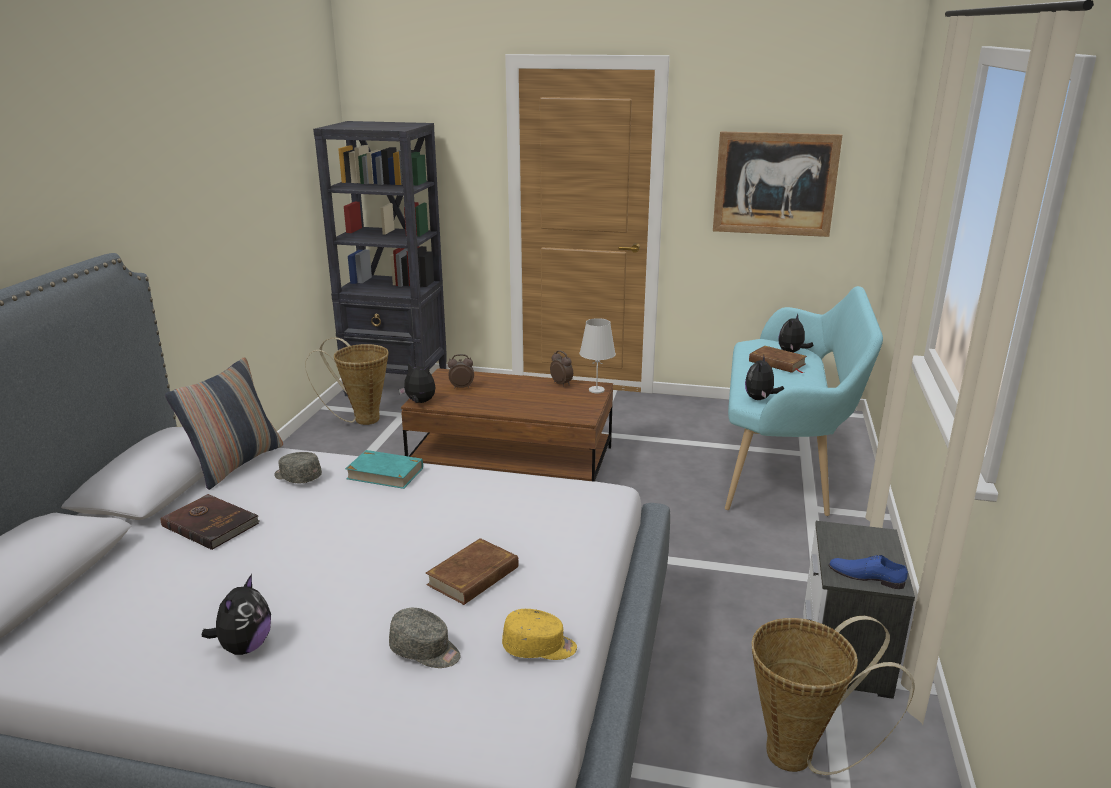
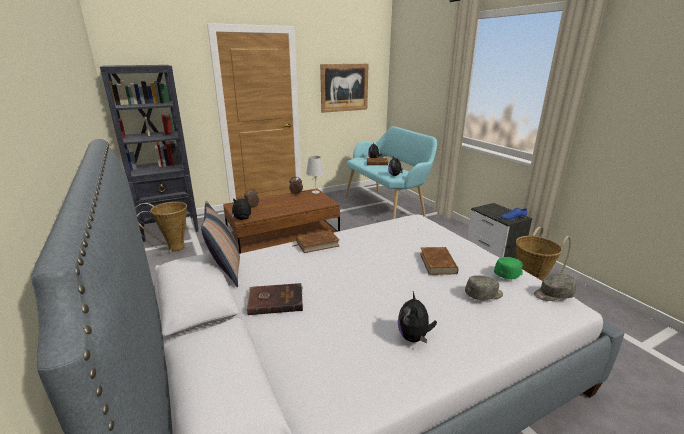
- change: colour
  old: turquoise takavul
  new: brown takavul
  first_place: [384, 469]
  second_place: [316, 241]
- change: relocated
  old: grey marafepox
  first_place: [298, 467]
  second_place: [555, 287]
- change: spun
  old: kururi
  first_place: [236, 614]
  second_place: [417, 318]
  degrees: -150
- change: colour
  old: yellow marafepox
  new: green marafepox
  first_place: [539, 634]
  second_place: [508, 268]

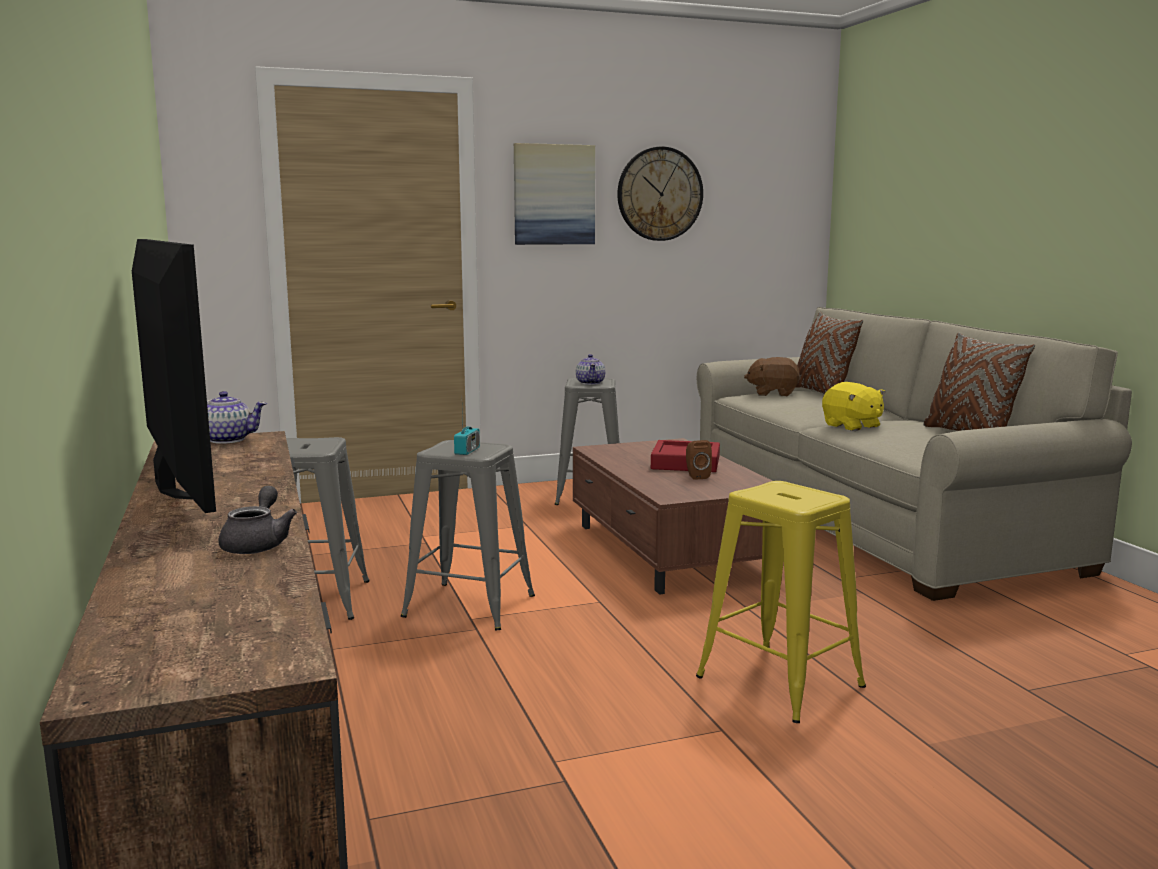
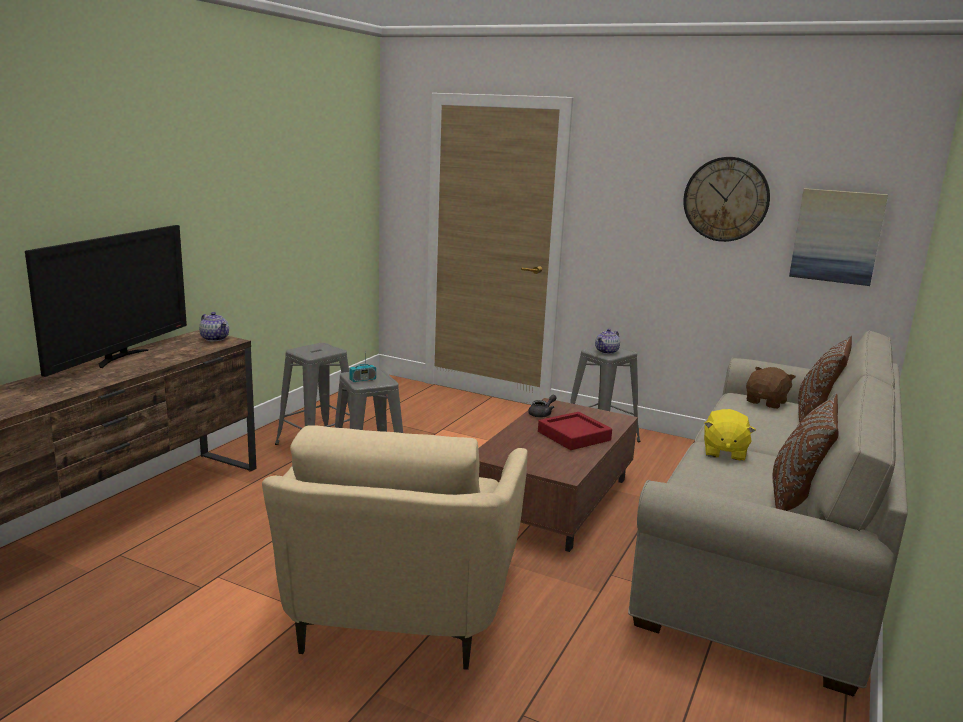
- change: relocated
  old: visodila
  first_place: [554, 194]
  second_place: [838, 237]
- change: spun
  old: brown kururi
  first_place: [772, 376]
  second_place: [771, 388]
  degrees: 75
- change: missing
  old: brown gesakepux
  first_place: [699, 460]
- change: exchanged
  old: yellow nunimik
  new: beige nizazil
  first_place: [781, 602]
  second_place: [395, 547]
- change: relocated
  old: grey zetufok
  first_place: [258, 520]
  second_place: [542, 406]

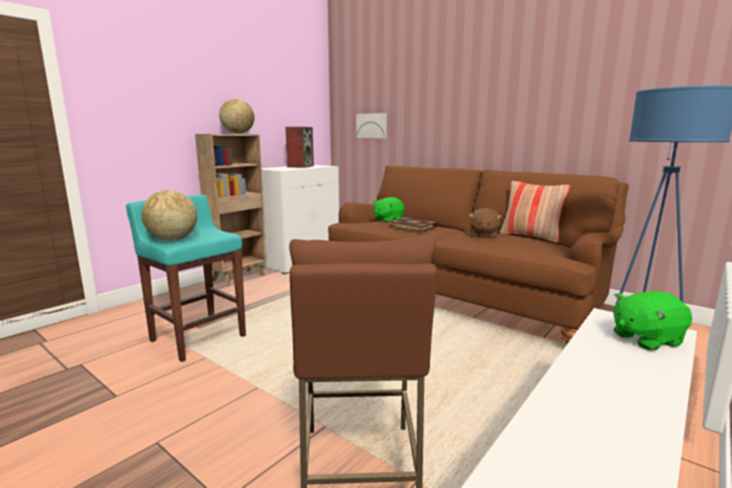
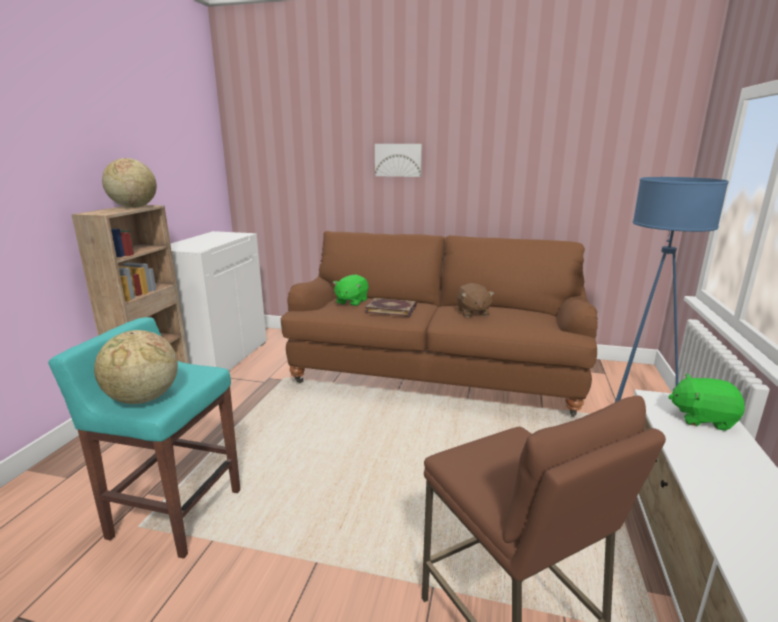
- change: relocated
  old: visodila
  first_place: [371, 125]
  second_place: [398, 160]
- change: missing
  old: gesakepux
  first_place: [300, 147]
- change: missing
  old: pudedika
  first_place: [535, 212]
- change: spun
  old: green kururi
  first_place: [652, 321]
  second_place: [706, 402]
  degrees: 60

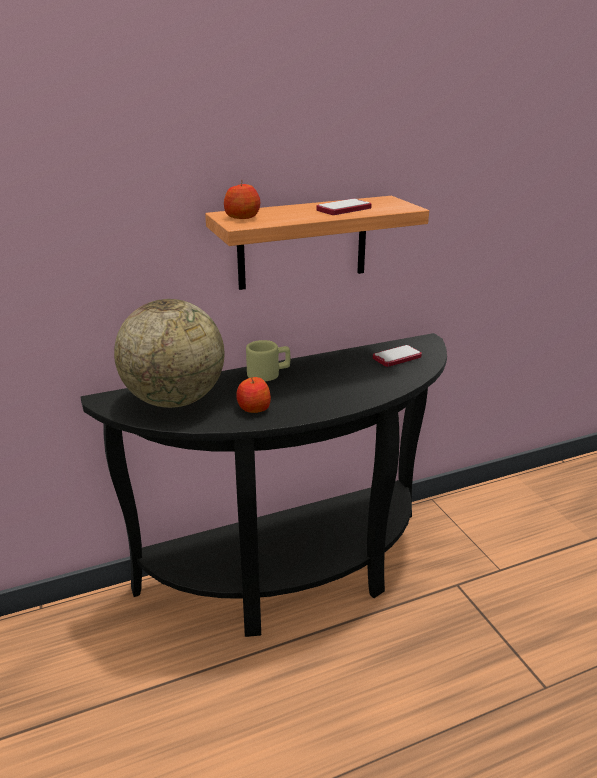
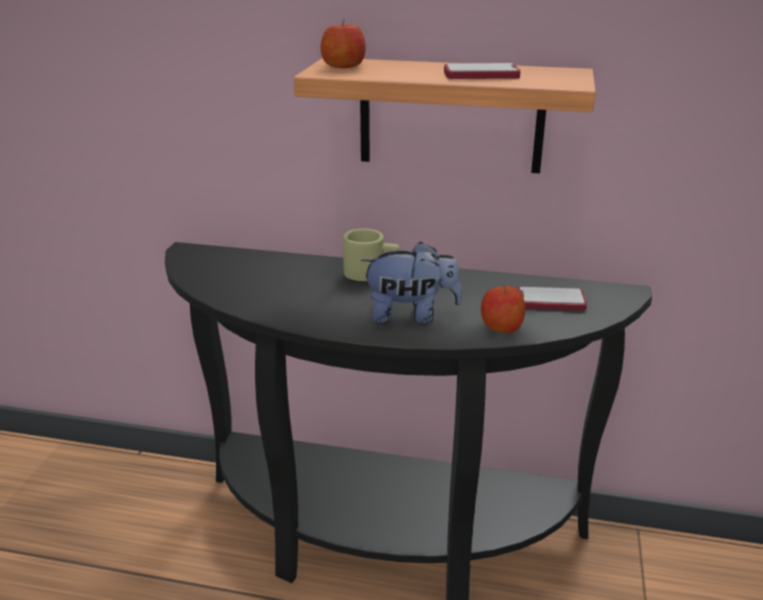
- change: missing
  old: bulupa
  first_place: [169, 353]
- change: relocated
  old: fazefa
  first_place: [253, 395]
  second_place: [503, 309]
- change: appeared
  new: kururi
  second_place: [411, 283]

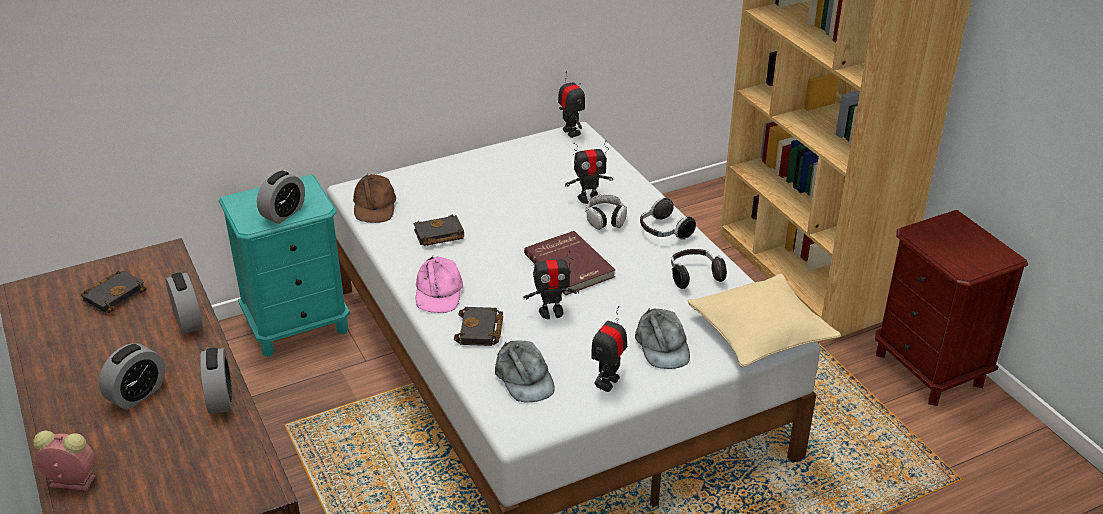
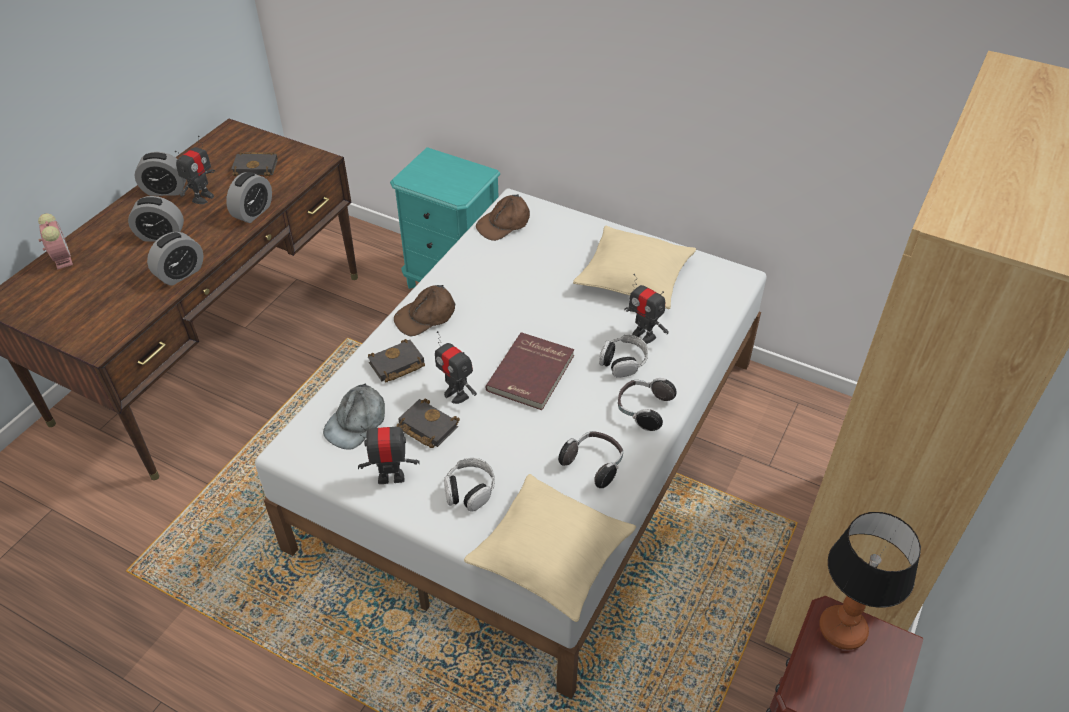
- change: relocated
  old: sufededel
  first_place: [571, 105]
  second_place: [195, 170]
- change: relocated
  old: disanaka
  first_place: [281, 197]
  second_place: [160, 174]
- change: relocated
  old: black takavul
  first_place: [438, 230]
  second_place: [428, 423]
- change: colour
  old: pink marafepox
  new: brown marafepox
  first_place: [439, 284]
  second_place: [424, 310]
- change: exchanged
  old: grey marafepox
  new: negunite
  first_place: [662, 338]
  second_place: [469, 485]
- change: appeared
  new: beige pudedika
  second_place: [634, 267]
- change: appeared
  new: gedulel
  second_place: [870, 581]

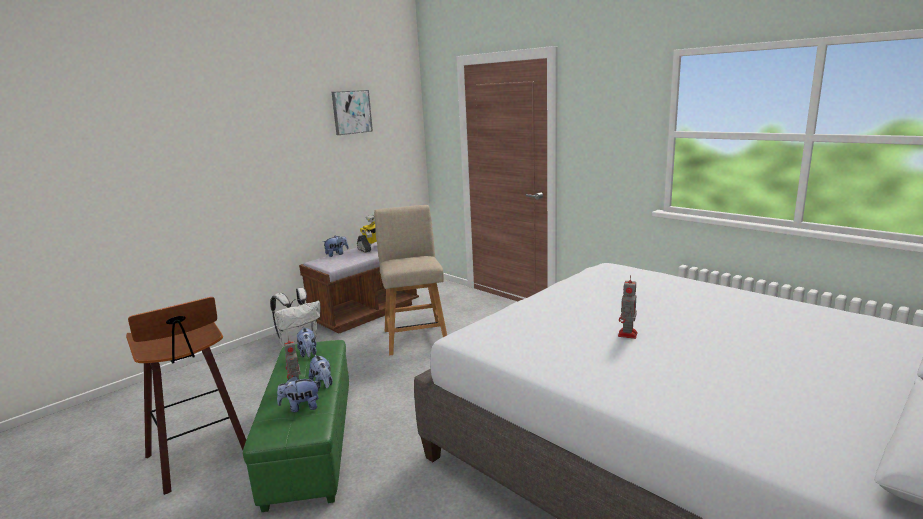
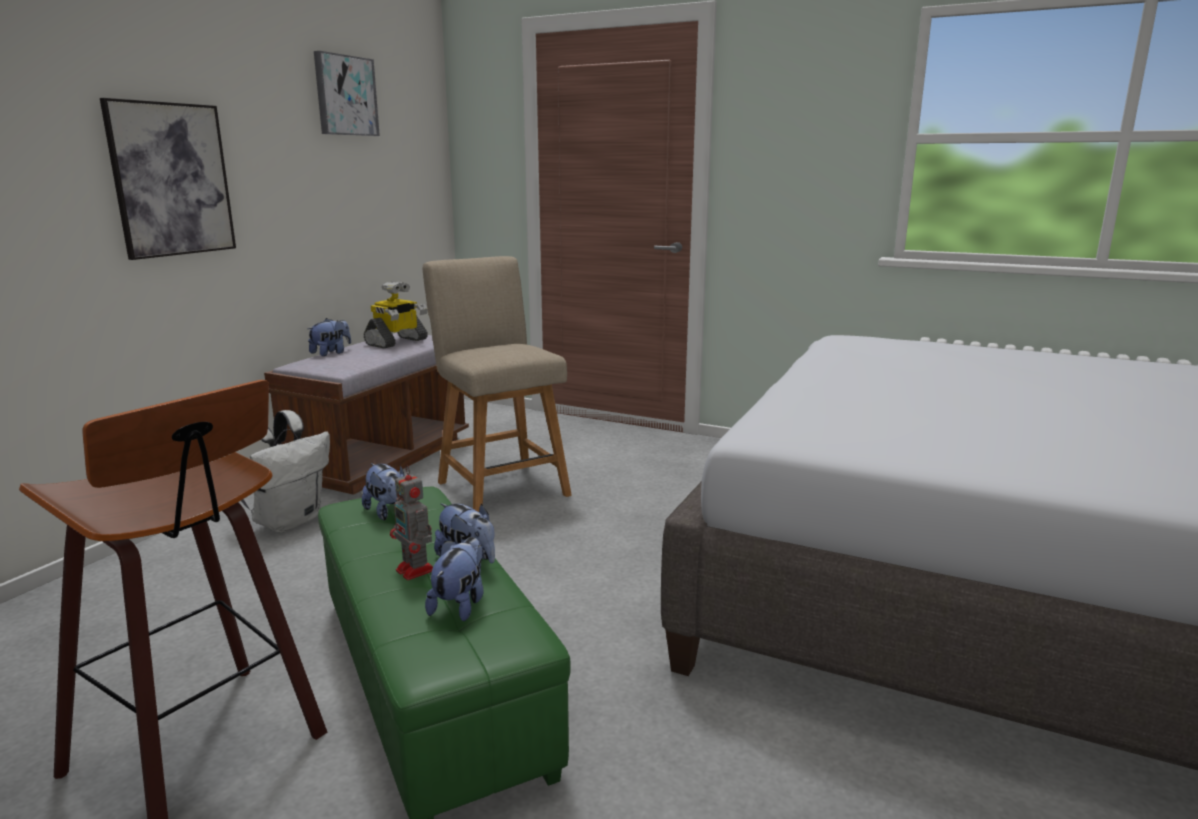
- change: missing
  old: sufededel
  first_place: [627, 307]
- change: spun
  old: kururi
  first_place: [298, 394]
  second_place: [454, 579]
  degrees: 135
- change: appeared
  new: visodila
  second_place: [168, 179]

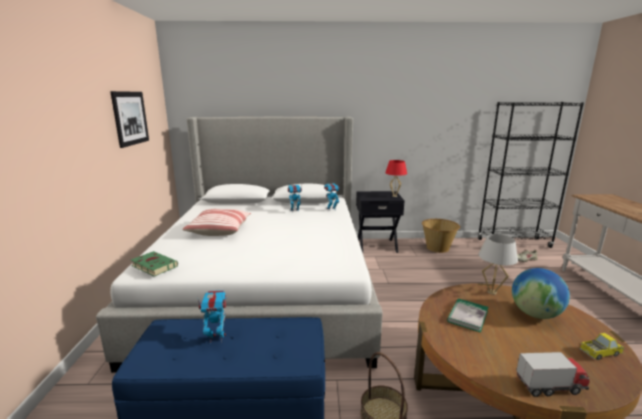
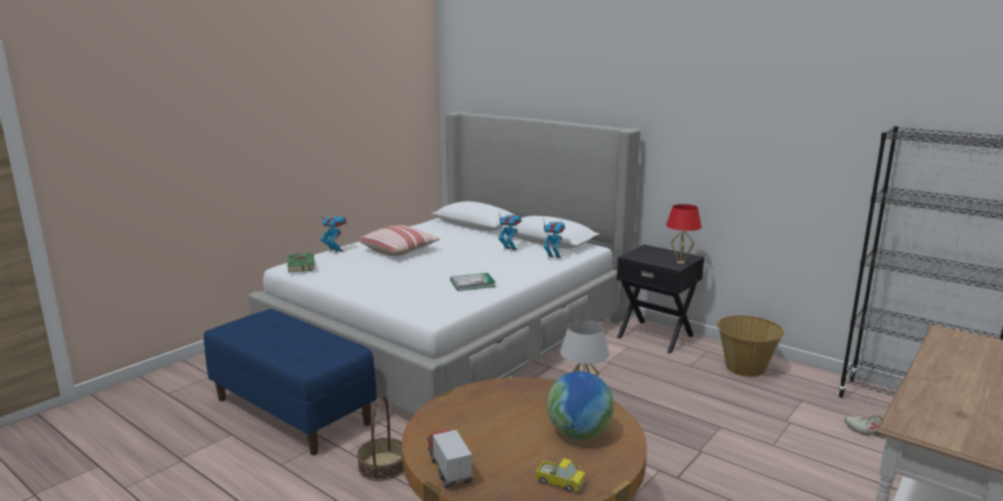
- change: missing
  old: visodila
  first_place: [129, 119]
- change: relocated
  old: sufededel
  first_place: [212, 317]
  second_place: [333, 233]
- change: relocated
  old: takavul
  first_place: [467, 315]
  second_place: [473, 282]
- change: spun
  old: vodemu
  first_place: [553, 374]
  second_place: [450, 459]
  degrees: -150

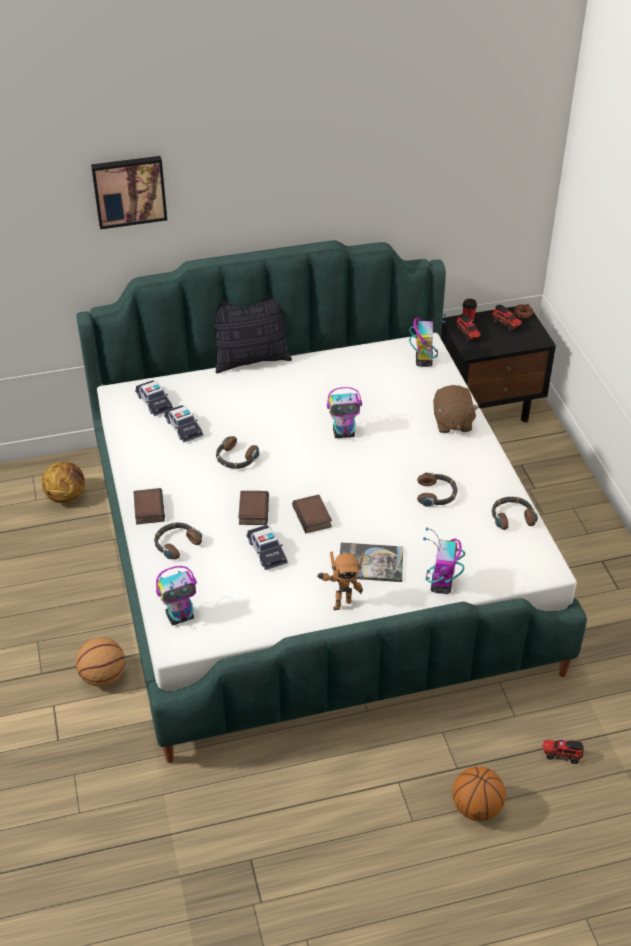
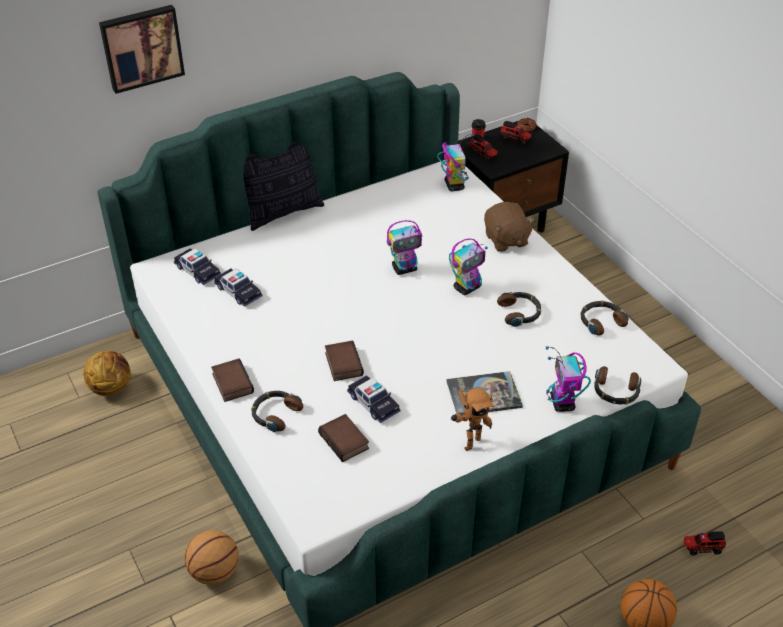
- change: relocated
  old: negunite
  first_place: [237, 452]
  second_place: [618, 385]
- change: relocated
  old: takavul
  first_place: [312, 514]
  second_place: [343, 438]
- change: relocated
  old: sufededel
  first_place: [176, 595]
  second_place: [468, 267]

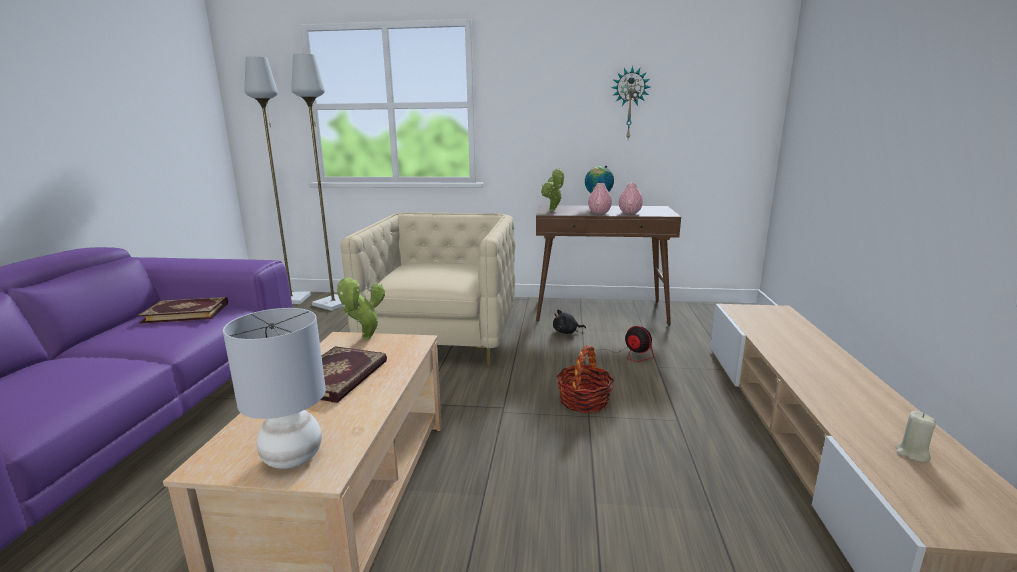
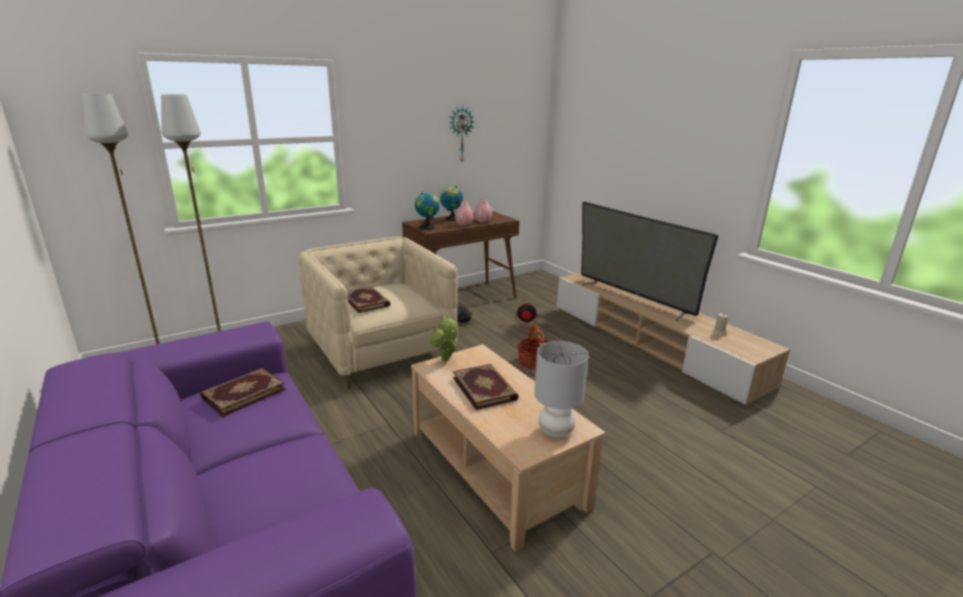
- change: exchanged
  old: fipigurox
  new: bulupa
  first_place: [552, 189]
  second_place: [427, 211]
- change: appeared
  new: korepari
  second_place: [650, 261]
- change: appeared
  new: takavul
  second_place: [368, 299]

